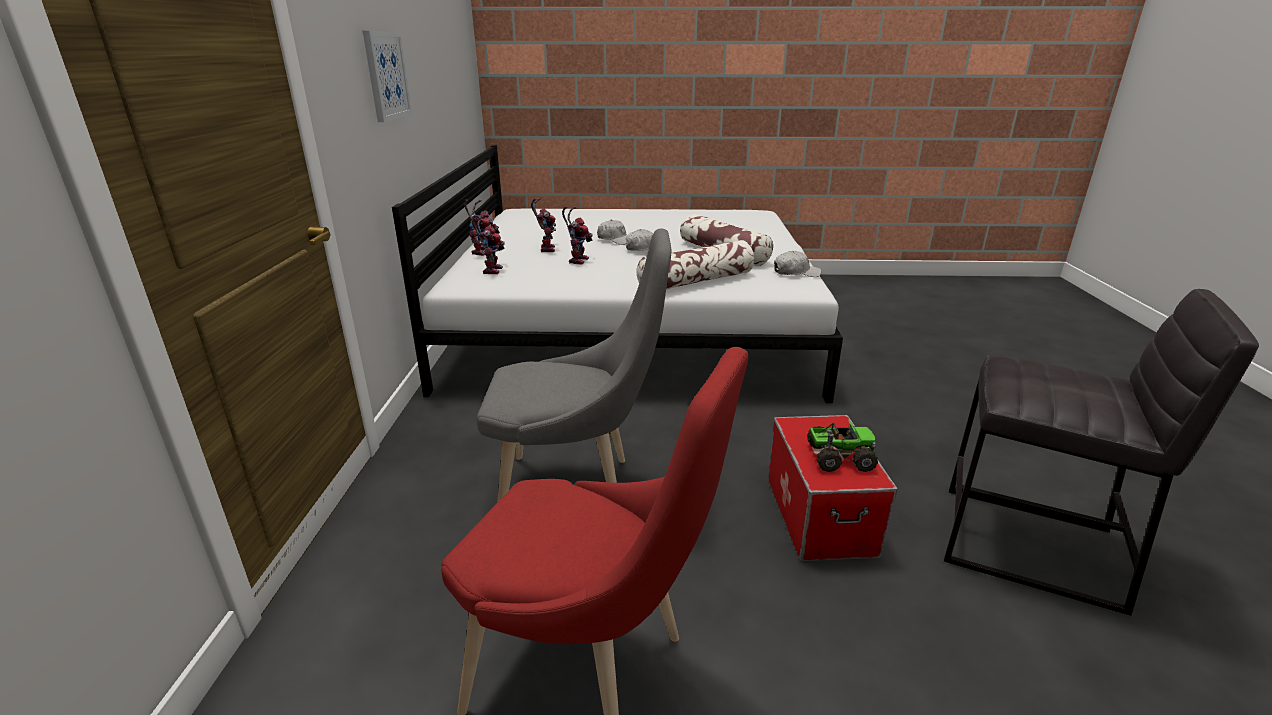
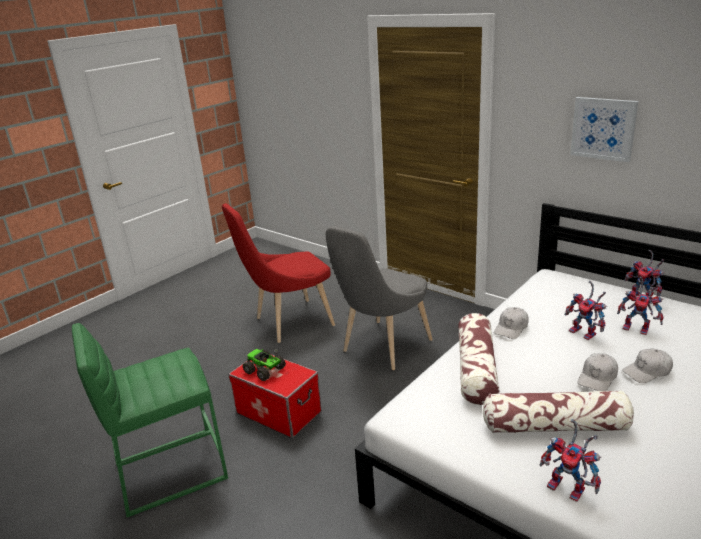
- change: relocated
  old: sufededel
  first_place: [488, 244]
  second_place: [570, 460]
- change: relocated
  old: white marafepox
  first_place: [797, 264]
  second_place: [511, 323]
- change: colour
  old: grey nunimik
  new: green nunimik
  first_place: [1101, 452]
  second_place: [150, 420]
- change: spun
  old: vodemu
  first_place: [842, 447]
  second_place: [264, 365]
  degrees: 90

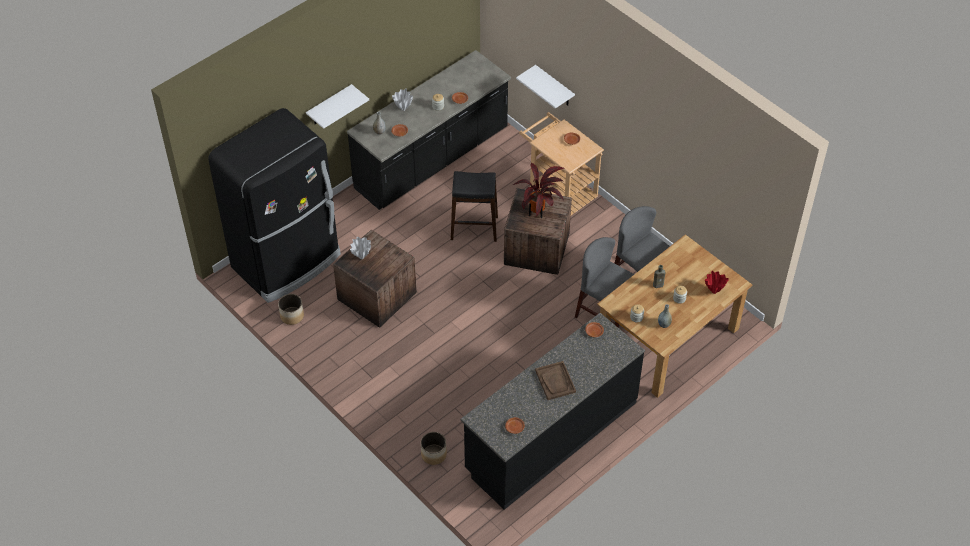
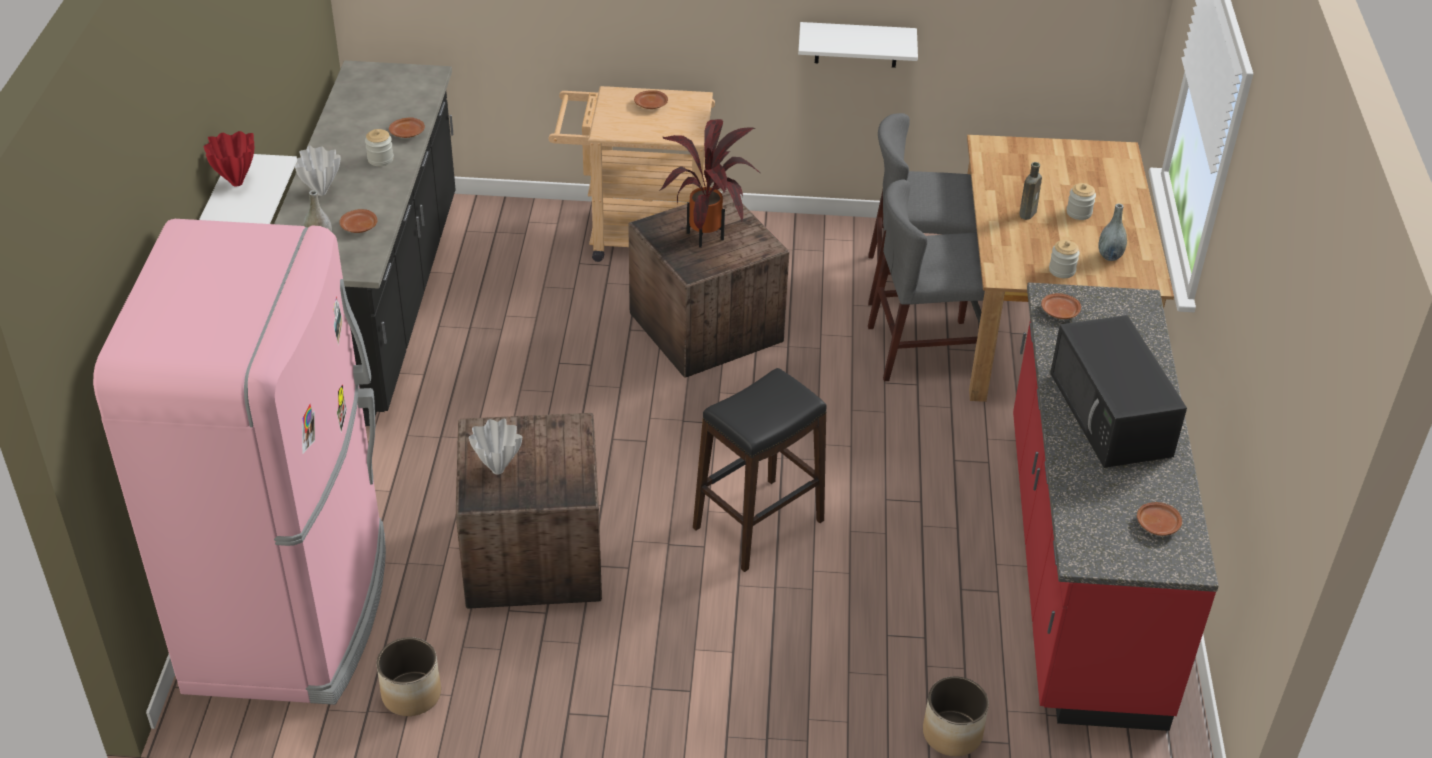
- change: relocated
  old: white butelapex
  first_place: [545, 87]
  second_place: [858, 45]
- change: colour
  old: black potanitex
  new: pink potanitex
  first_place: [274, 205]
  second_place: [239, 462]
- change: relocated
  old: black nunimik
  first_place: [474, 206]
  second_place: [760, 470]
- change: relocated
  old: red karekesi
  first_place: [717, 282]
  second_place: [229, 158]
- change: colour
  old: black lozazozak
  new: red lozazozak
  first_place: [553, 411]
  second_place: [1116, 506]
- change: exchanged
  old: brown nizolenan
  new: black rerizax
  first_place: [555, 380]
  second_place: [1118, 391]

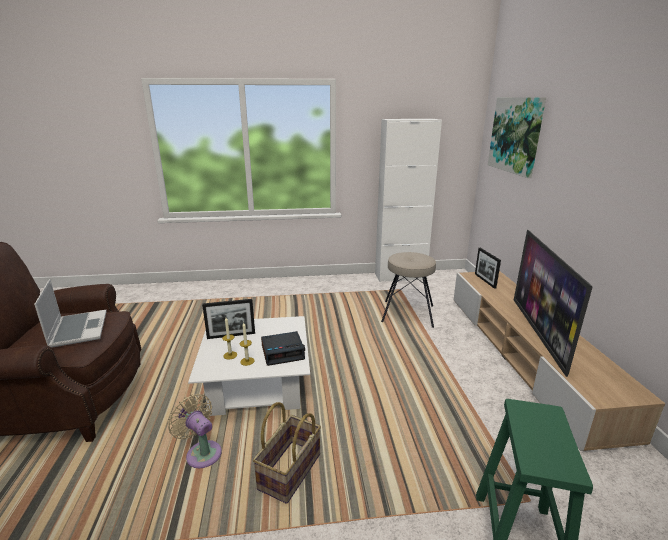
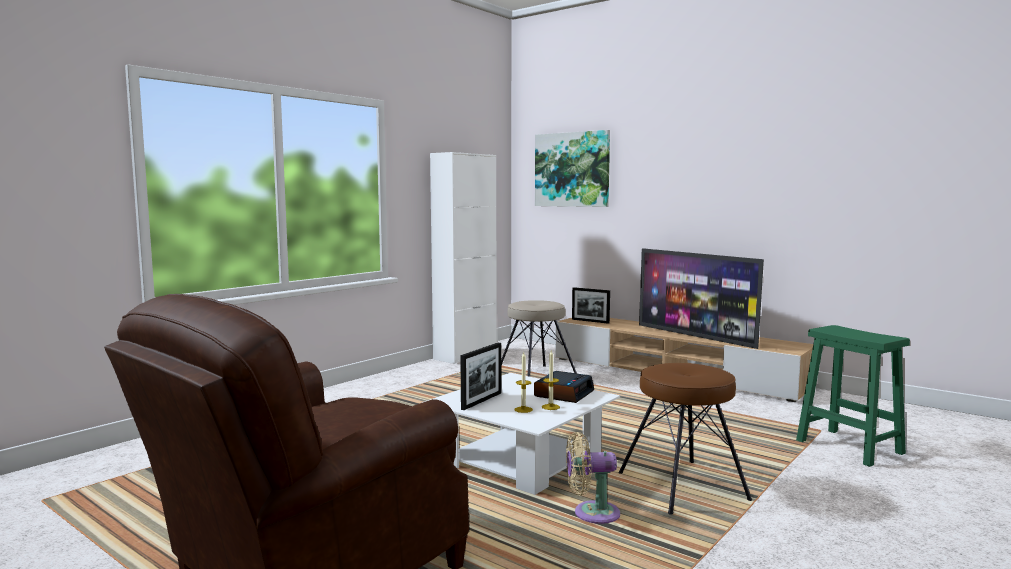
- change: missing
  old: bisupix
  first_place: [70, 313]
- change: exchanged
  old: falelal
  new: brown nunimik
  first_place: [287, 453]
  second_place: [685, 439]

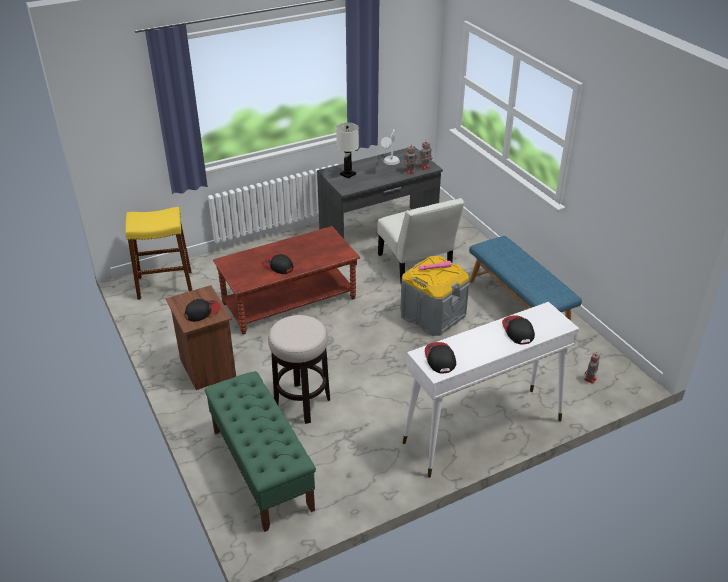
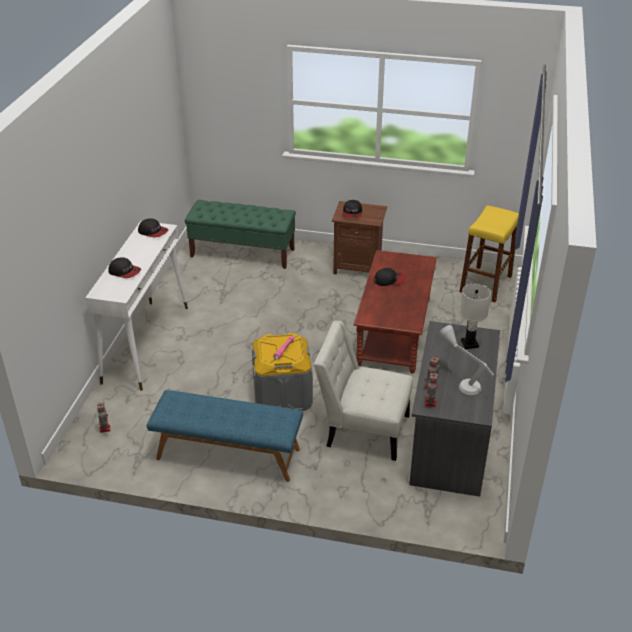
- change: missing
  old: nunimik
  first_place: [299, 369]

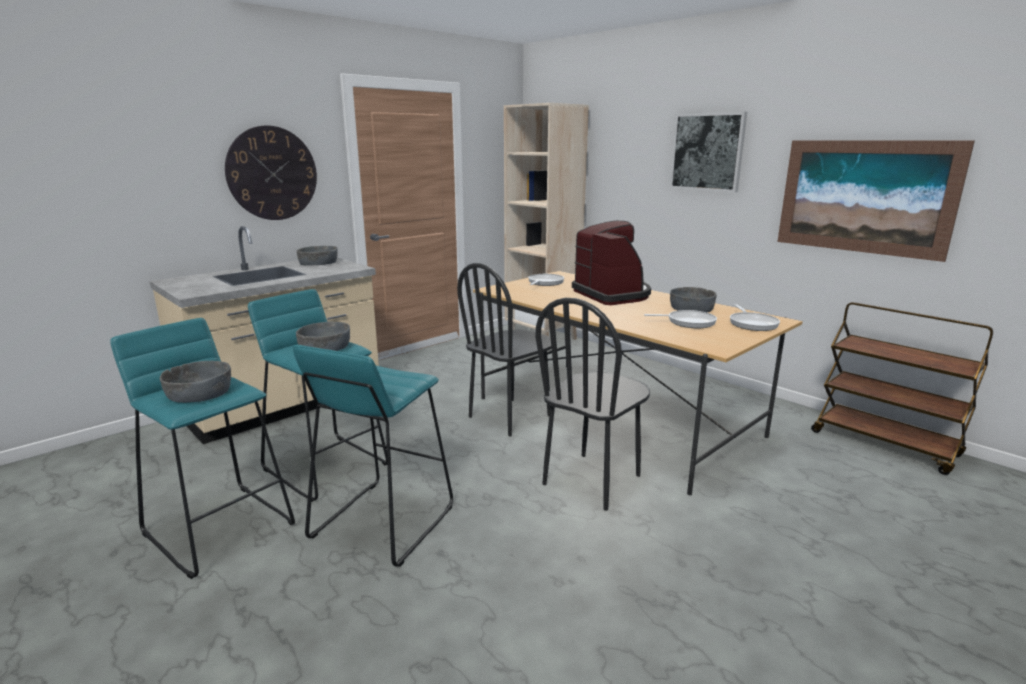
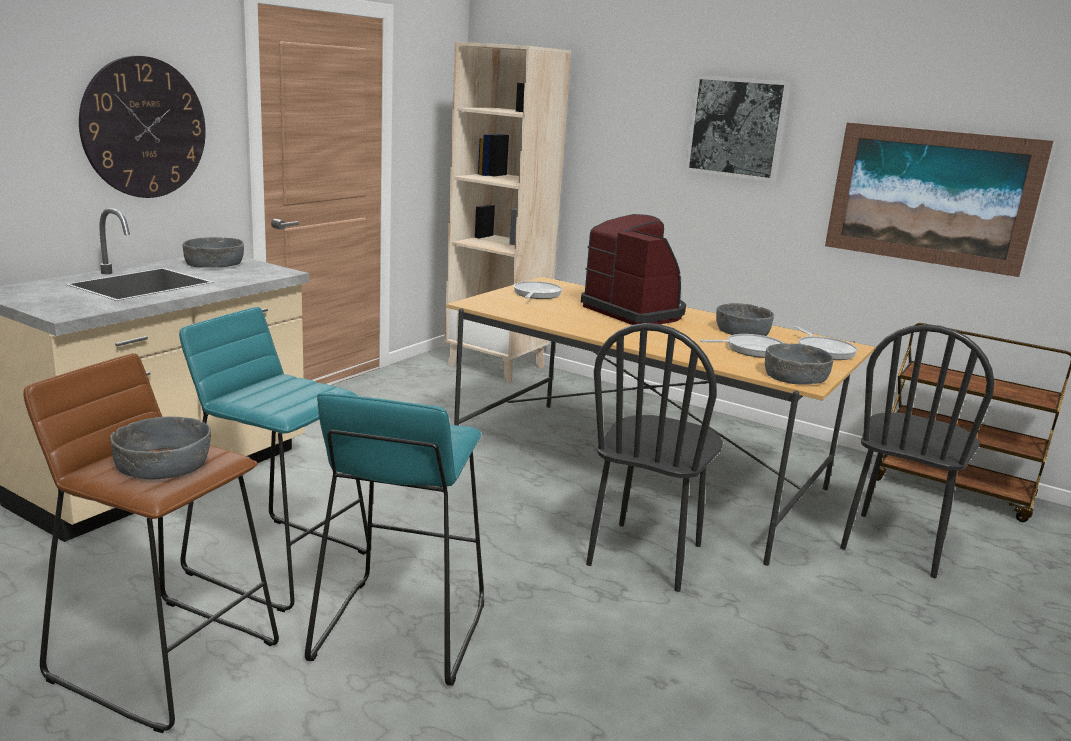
- change: relocated
  old: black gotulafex
  first_place: [504, 350]
  second_place: [917, 451]
- change: colour
  old: turquoise nunimik
  new: brown nunimik
  first_place: [202, 448]
  second_place: [151, 543]
- change: relocated
  old: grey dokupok
  first_place: [323, 336]
  second_place: [799, 364]

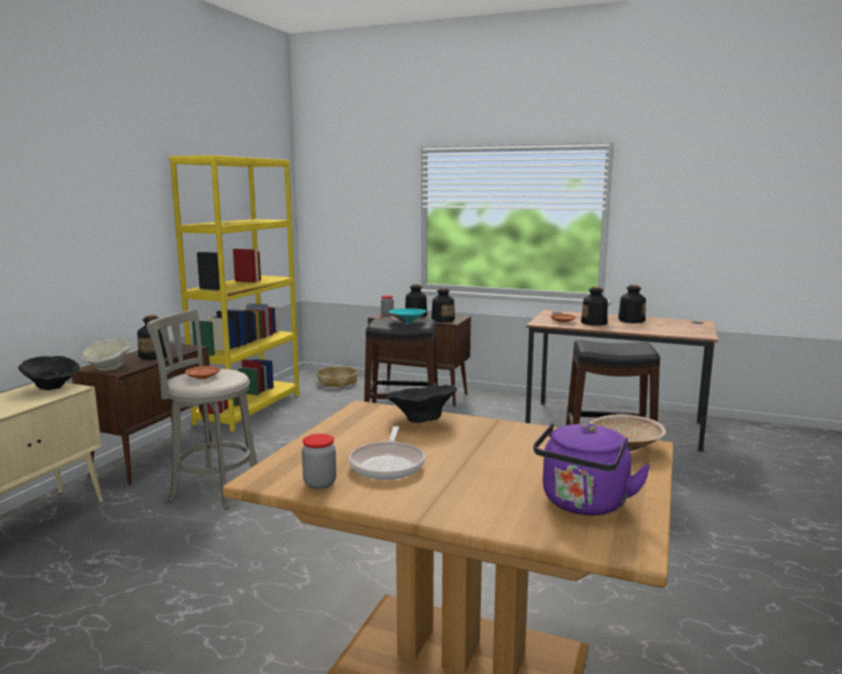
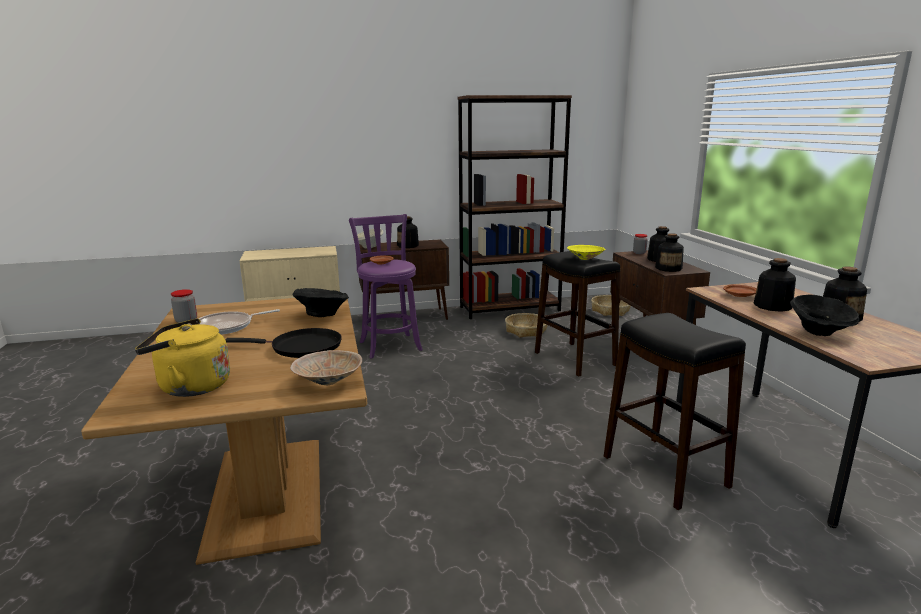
- change: colour
  old: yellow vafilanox
  new: brown vafilanox
  first_place: [234, 293]
  second_place: [515, 207]
- change: colour
  old: grey nunimik
  new: purple nunimik
  first_place: [202, 408]
  second_place: [386, 286]
- change: colour
  old: turquoise dokupok
  new: yellow dokupok
  first_place: [407, 315]
  second_place: [586, 252]
- change: relocated
  old: black dokupok
  first_place: [49, 373]
  second_place: [825, 315]
- change: colour
  old: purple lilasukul
  new: yellow lilasukul
  first_place: [592, 468]
  second_place: [182, 357]
- change: appeared
  new: falelal
  second_place: [526, 325]
- change: appeared
  new: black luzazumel
  second_place: [283, 343]

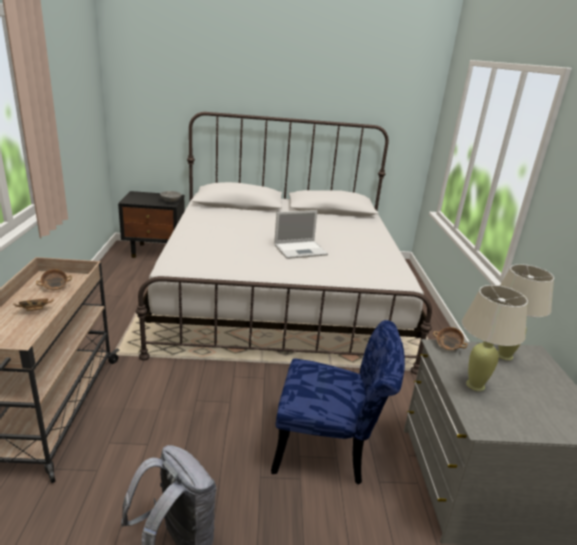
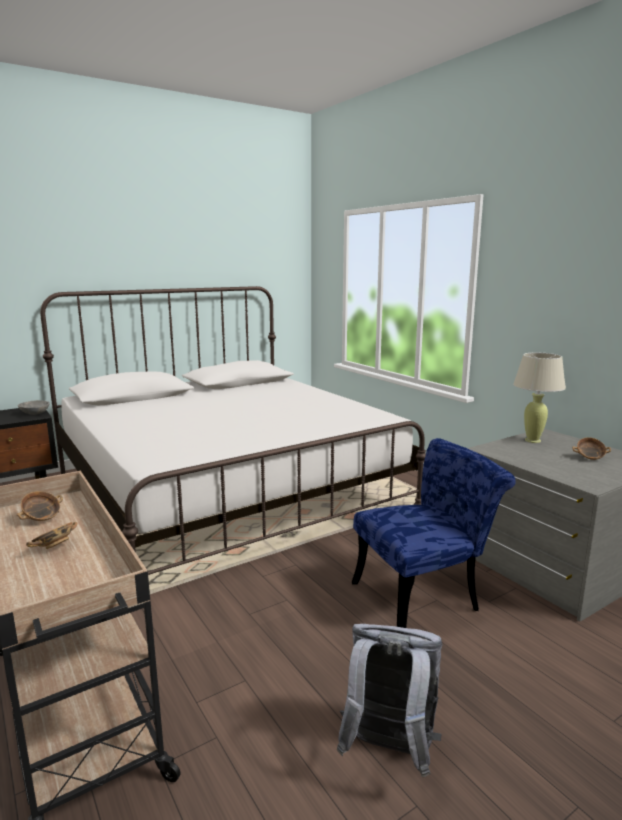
- change: missing
  old: bisupix
  first_place: [301, 234]
- change: missing
  old: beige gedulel
  first_place: [495, 338]
- change: relocated
  old: dokupok
  first_place: [450, 338]
  second_place: [591, 448]

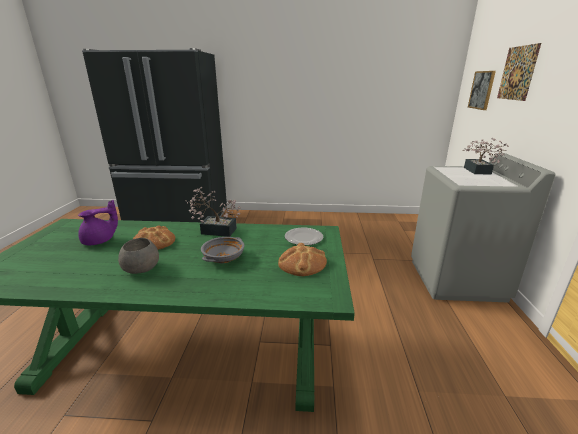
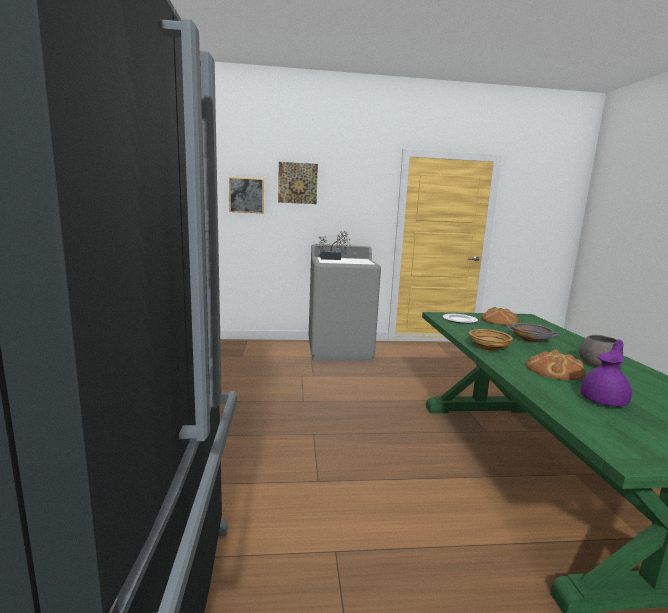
- change: exchanged
  old: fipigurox
  new: beige dokupok
  first_place: [213, 212]
  second_place: [491, 340]
- change: spun
  old: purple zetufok
  first_place: [98, 222]
  second_place: [606, 372]
  degrees: 90

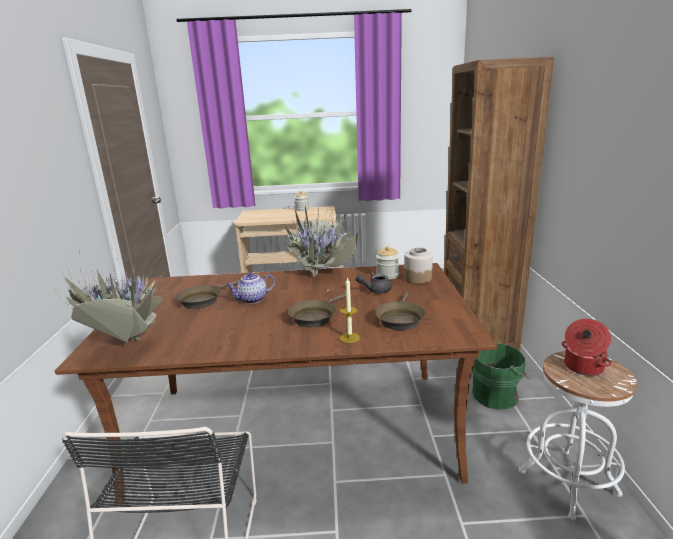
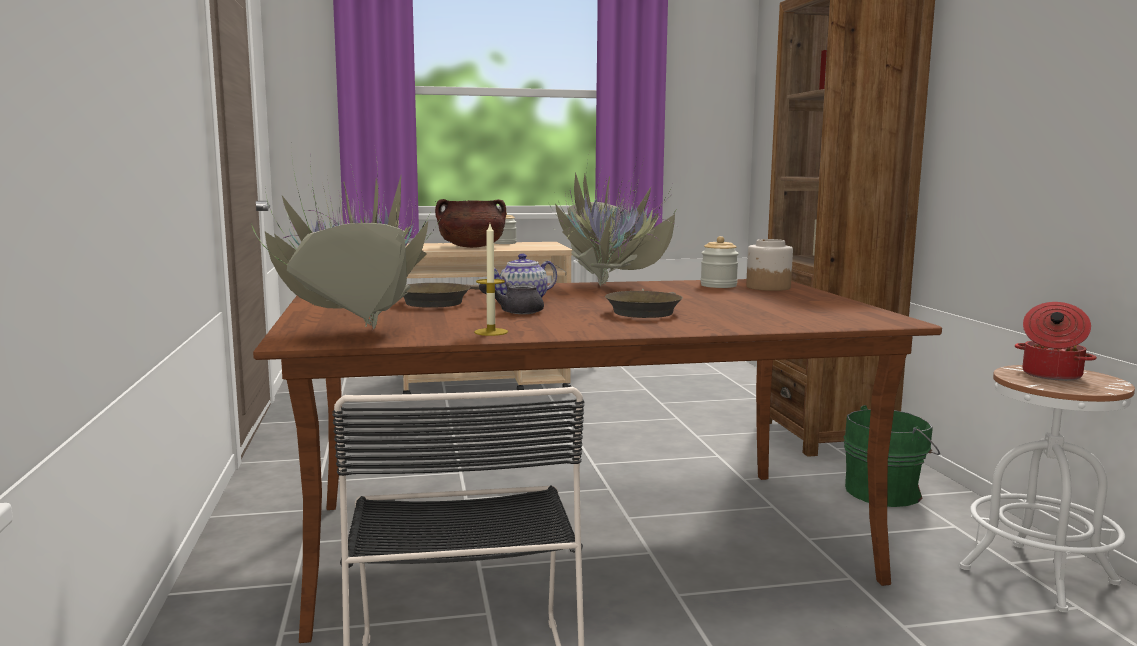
- change: relocated
  old: grey zetufok
  first_place: [374, 282]
  second_place: [511, 298]
- change: relocated
  old: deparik
  first_place: [350, 310]
  second_place: [491, 280]
- change: missing
  old: brown luzazumel
  first_place: [400, 311]
- change: appeared
  new: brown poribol
  second_place: [470, 223]

